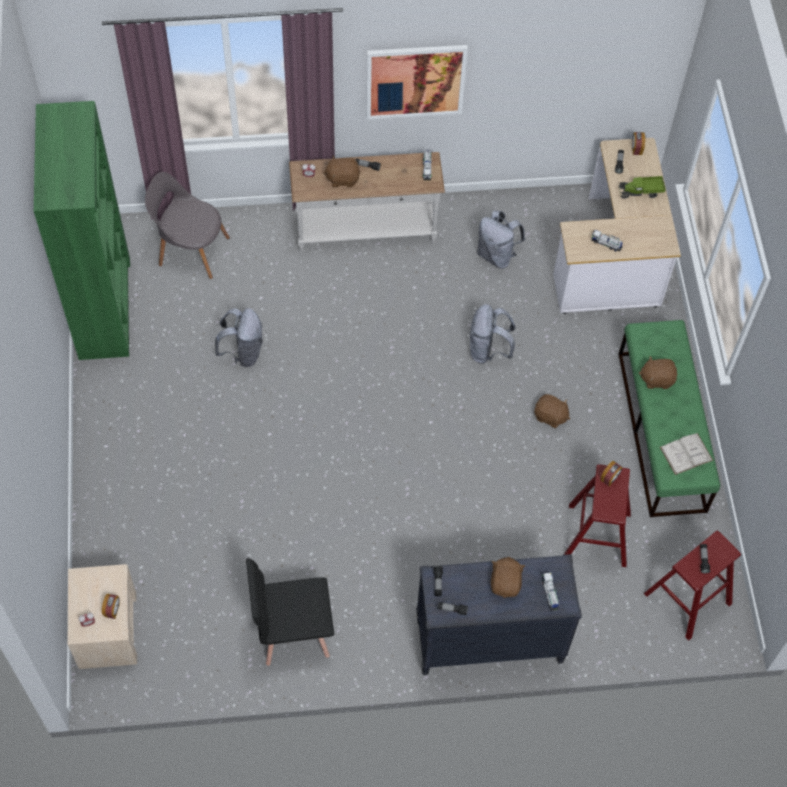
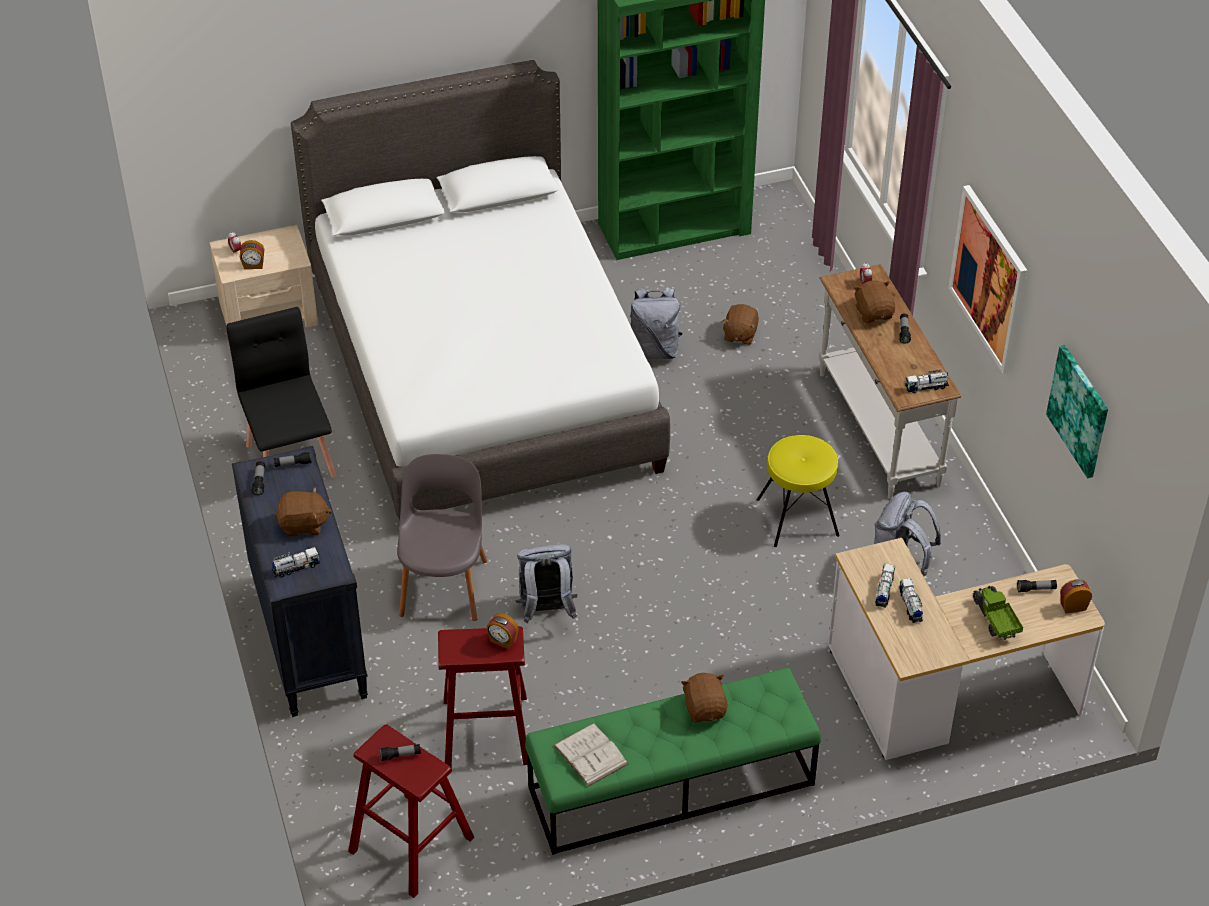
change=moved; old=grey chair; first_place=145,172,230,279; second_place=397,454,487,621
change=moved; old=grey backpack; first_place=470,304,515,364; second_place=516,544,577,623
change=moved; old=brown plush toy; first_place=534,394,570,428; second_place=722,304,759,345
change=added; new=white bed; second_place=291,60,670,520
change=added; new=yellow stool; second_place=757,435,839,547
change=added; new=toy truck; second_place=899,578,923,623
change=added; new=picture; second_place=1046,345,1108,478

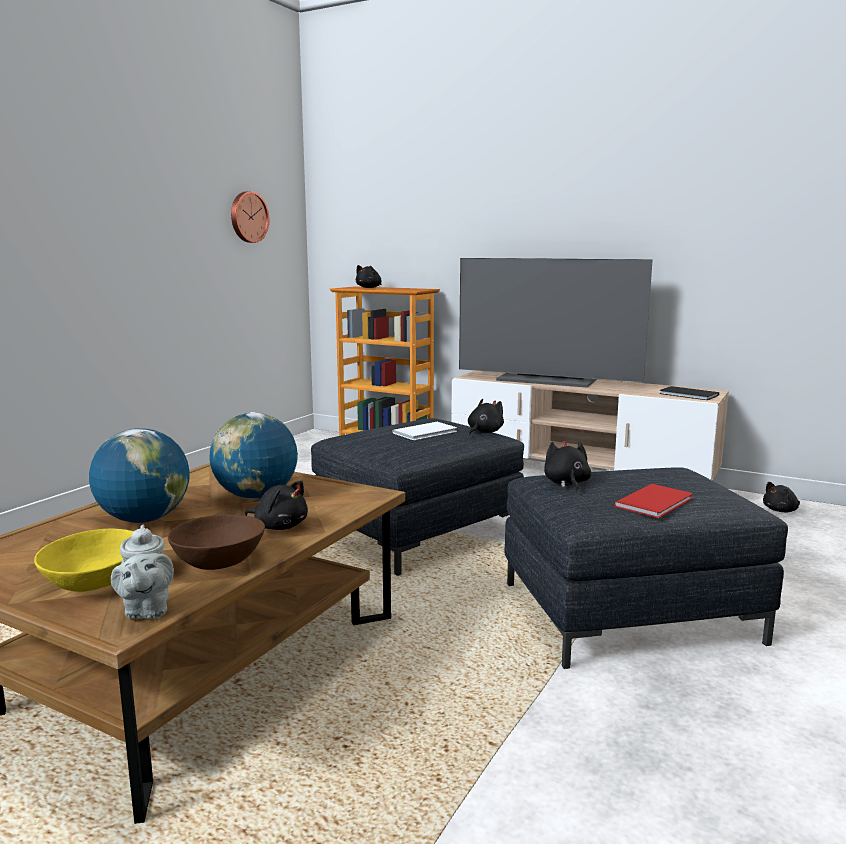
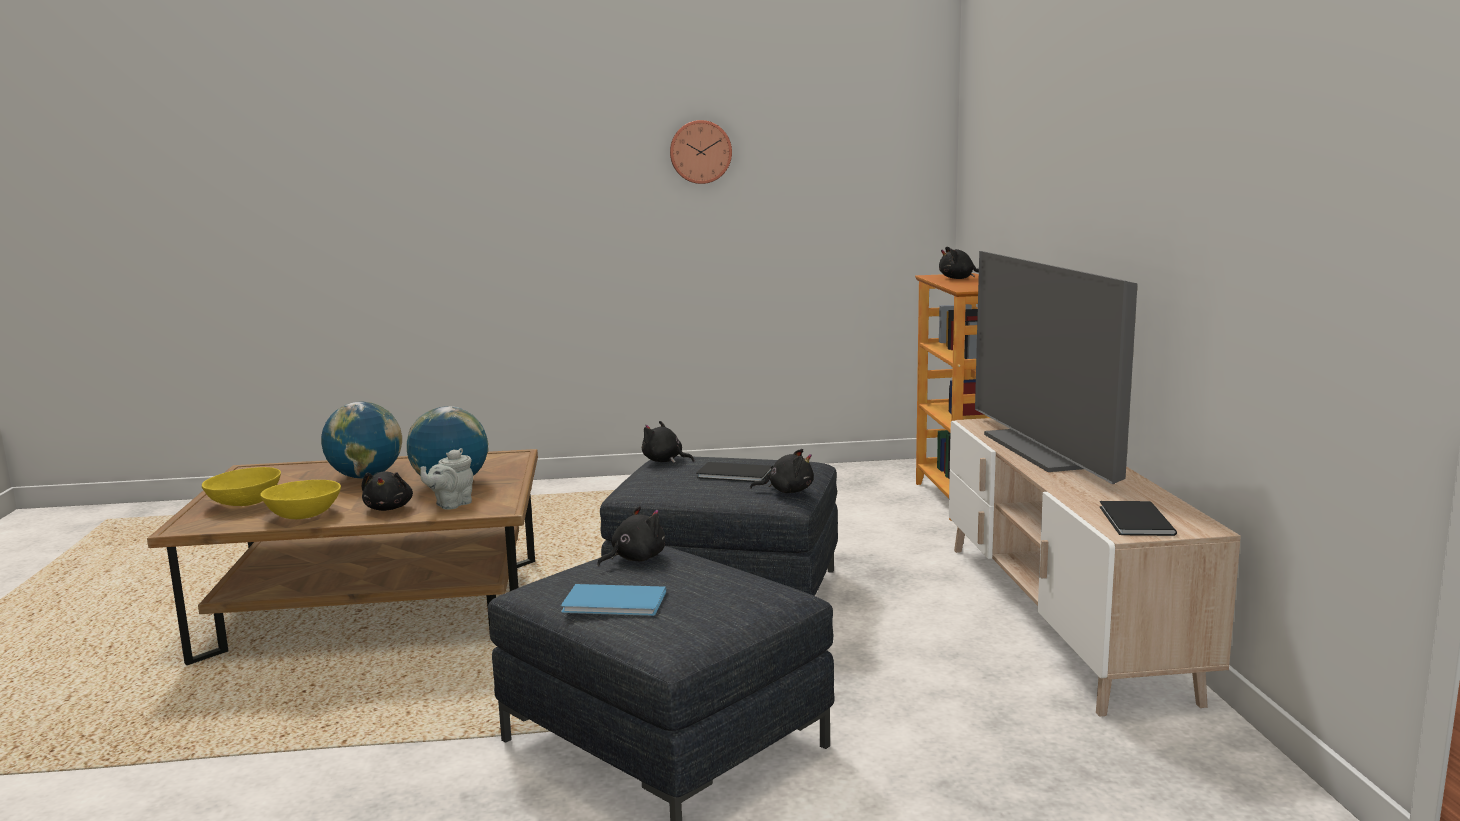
change=moved; old=grey teapot; first_place=111,525,174,619; second_place=421,448,473,510
change=recoloured; old=brown bowl; new=yellow bowl; first_place=168,515,265,570; second_place=260,480,341,519
change=moved; old=wall clock; first_place=231,191,269,243; second_place=670,120,732,184
change=recoloured; old=white book; new=black book; first_place=392,422,457,440; second_place=696,462,773,482
change=recoloured; old=red book; new=blue book; first_place=614,484,693,518; second_place=561,584,666,616
change=moved; old=black plush toy; first_place=763,482,800,512; second_place=642,421,694,463

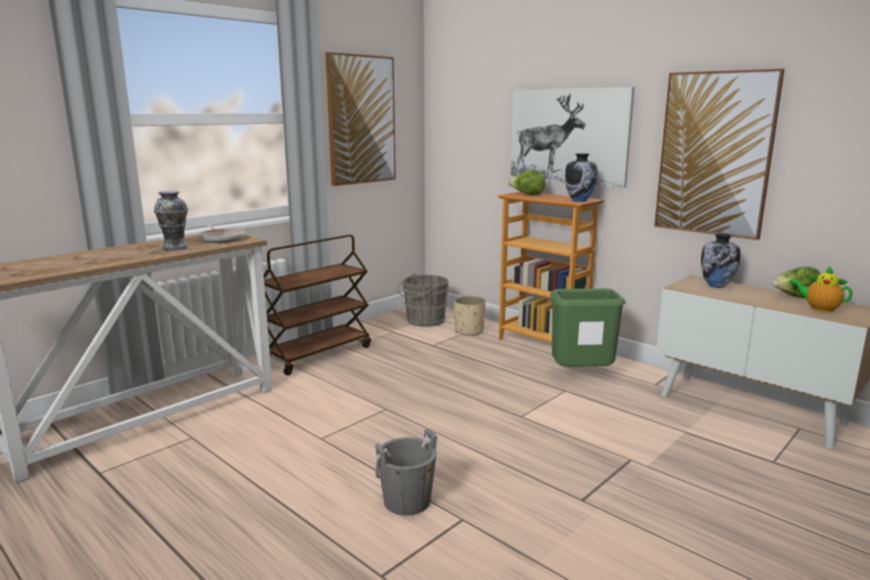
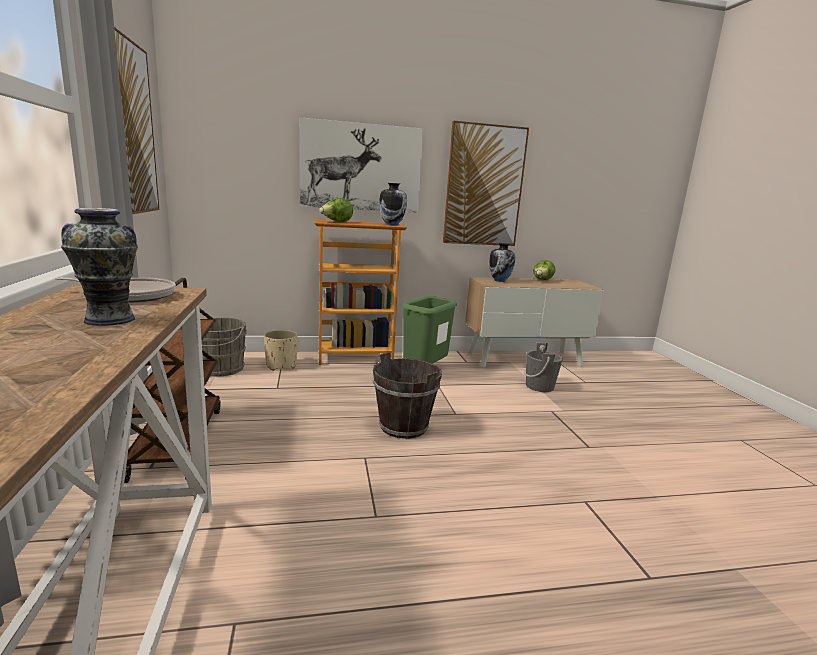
change=moved; old=grey bucket; first_place=375,428,437,516; second_place=524,342,563,392
change=removed; old=teapot; first_place=789,266,853,313
change=added; new=brown bucket; second_place=373,352,442,439

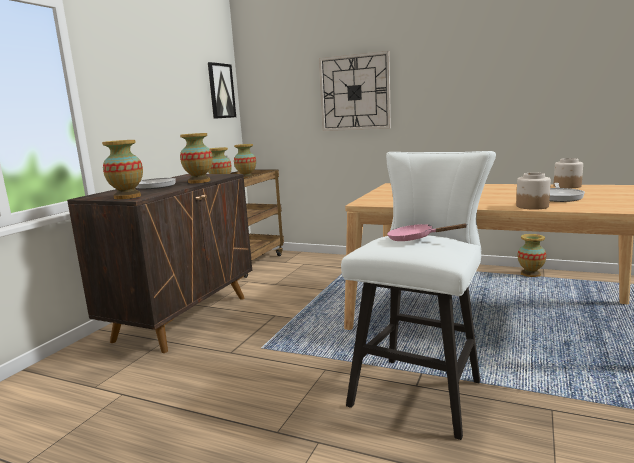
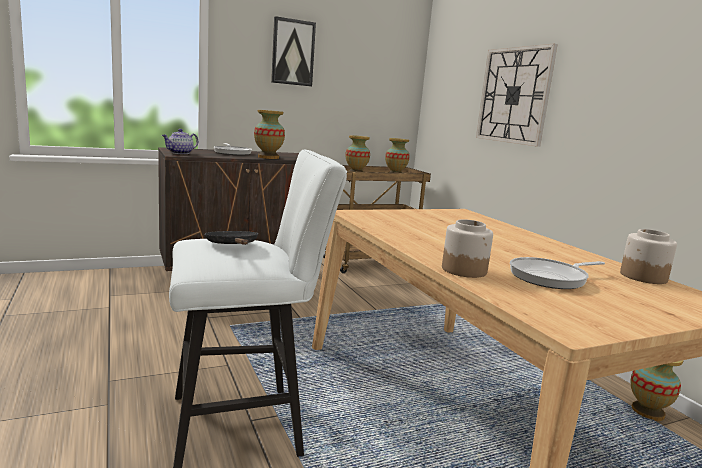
change=replaced; old=vase; new=teapot; first_place=102,140,143,199; second_place=162,129,198,154
change=moved; old=picture; first_place=208,62,236,119; second_place=271,16,316,86
change=recoloured; old=pink frying pan; new=black frying pan; first_place=387,224,468,241; second_place=204,231,259,245

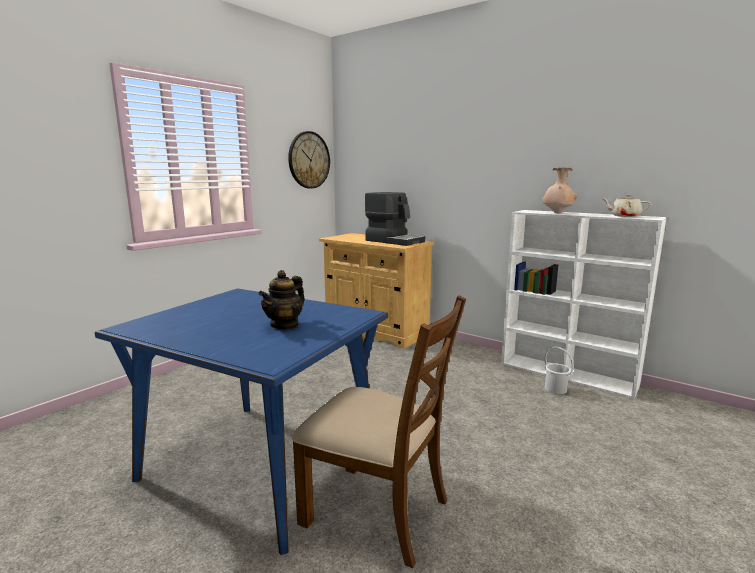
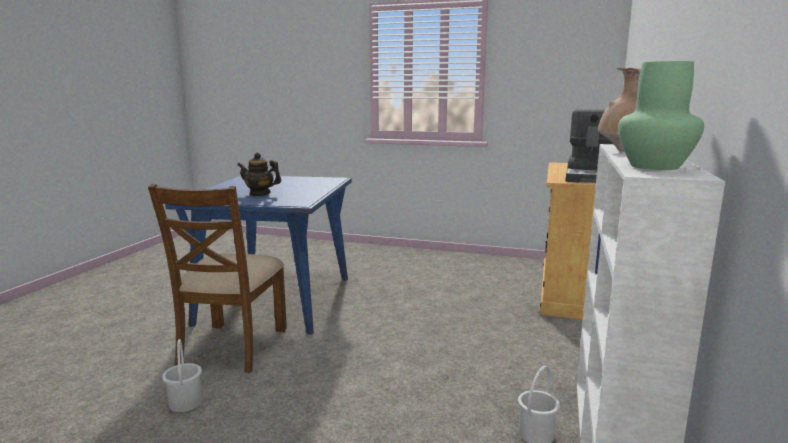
change=removed; old=wall clock; first_place=288,131,330,189
change=replaced; old=beige teapot; new=green vase; first_place=601,194,651,217; second_place=618,61,704,170
change=added; new=white bucket; second_place=162,340,202,412

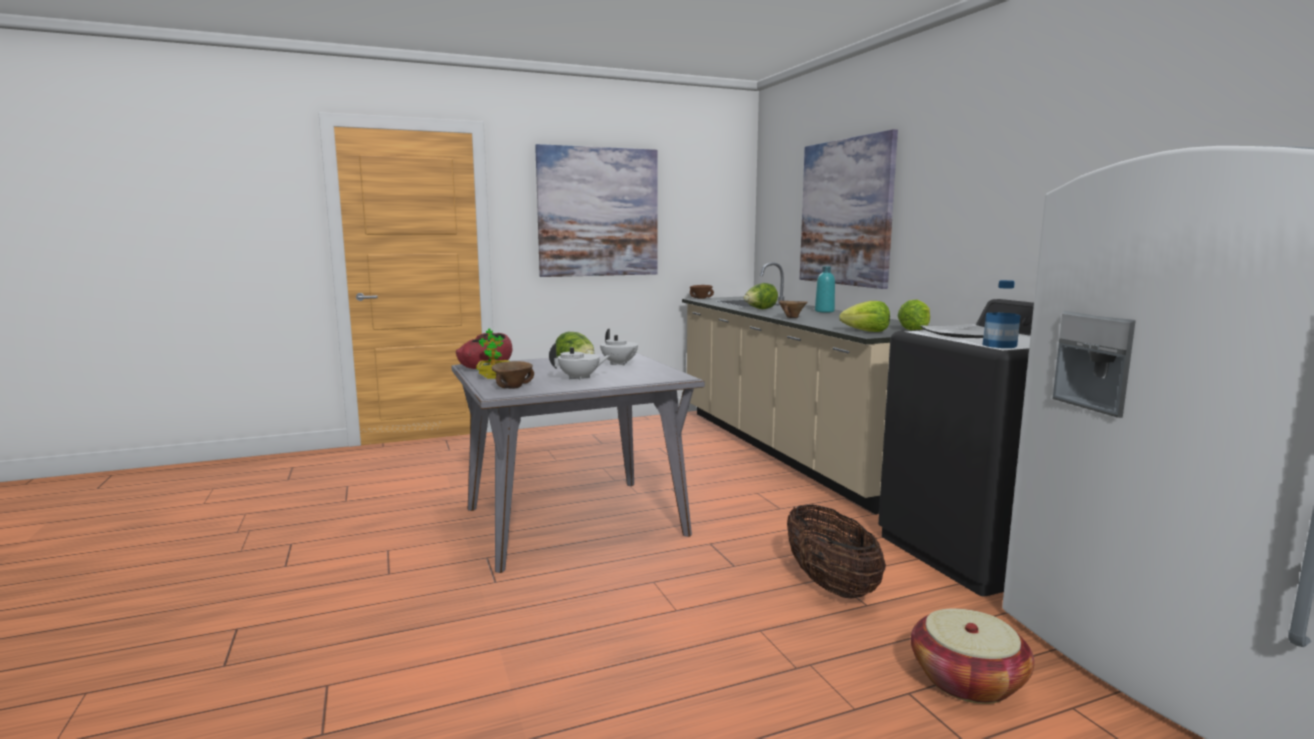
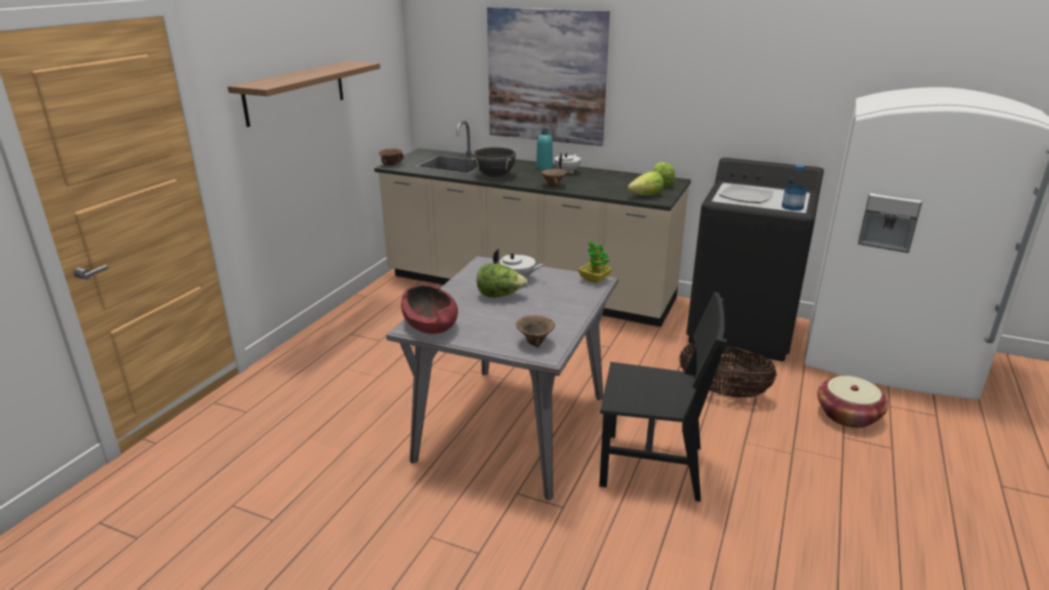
change=moved; old=potted plant; first_place=476,329,509,379; second_place=579,241,612,283
change=replaced; old=picture; new=shelf; first_place=535,144,658,277; second_place=228,61,380,127
change=moved; old=white teapot; first_place=549,343,611,381; second_place=554,152,581,173
change=replaced; old=lettuce; new=black cooking pot; first_place=743,283,778,309; second_place=472,147,516,177
change=added; new=black chair; second_place=599,292,727,502

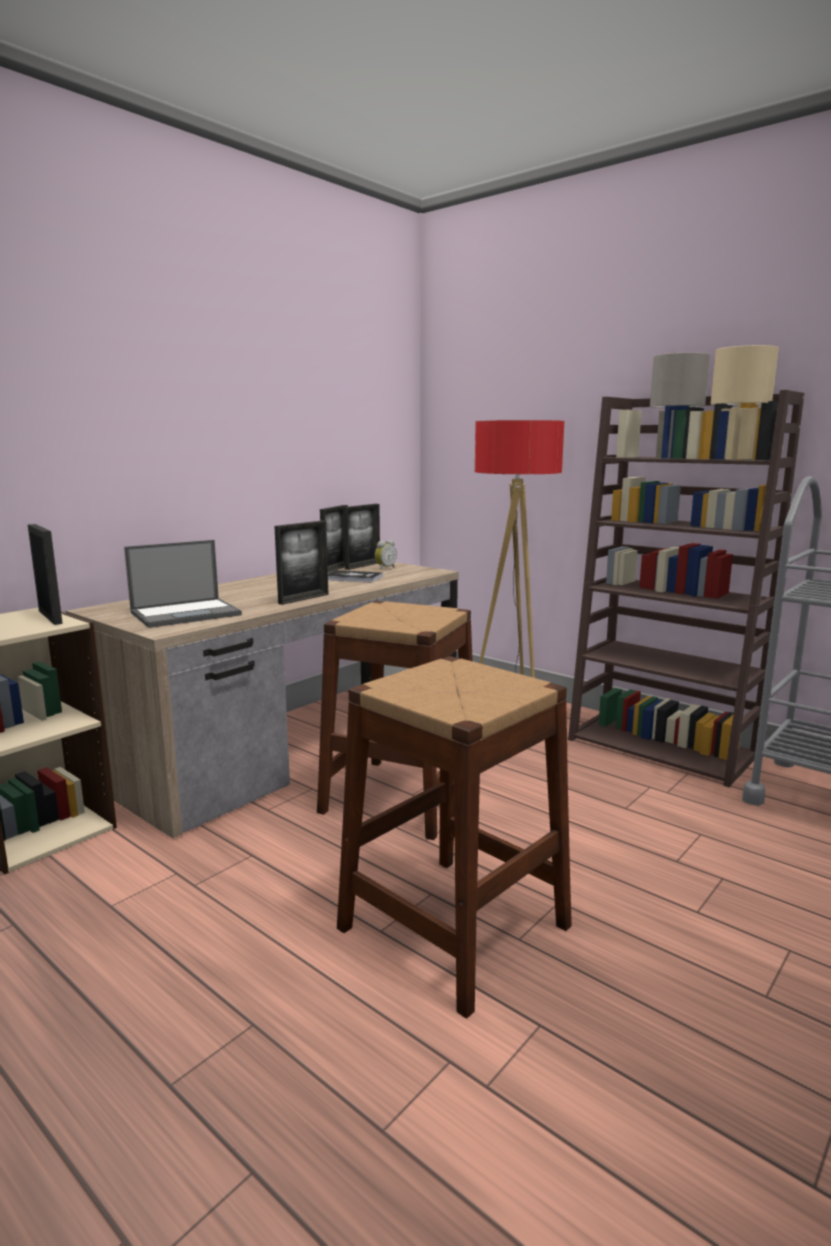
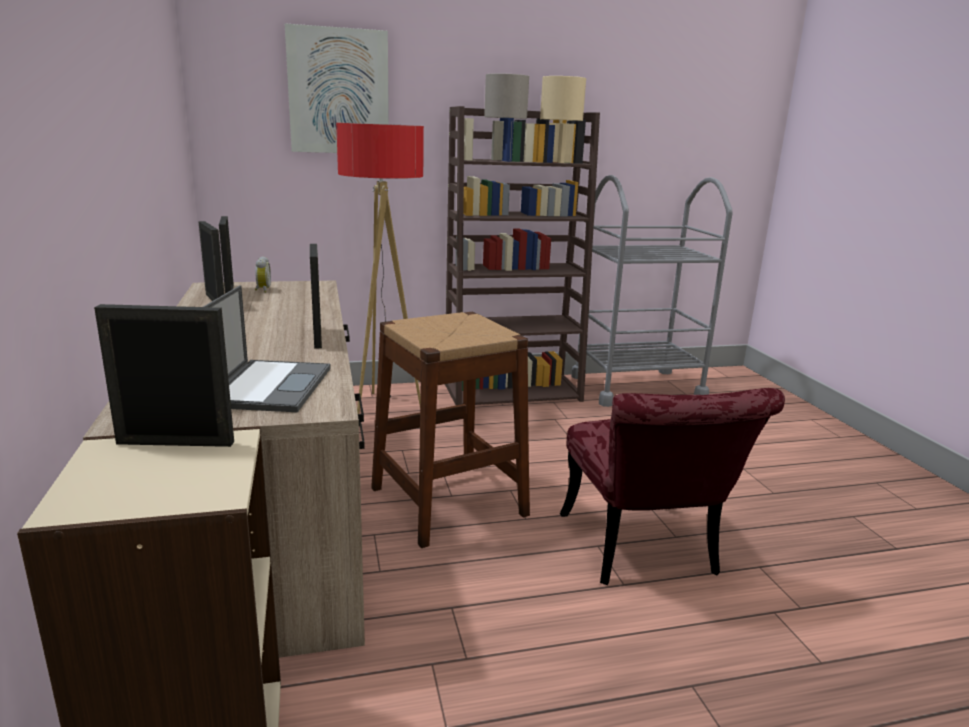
change=removed; old=book; first_place=328,570,383,583
change=replaced; old=brown stool; new=red chair; first_place=337,656,572,1018; second_place=560,388,785,585
change=added; new=picture; second_place=285,23,389,153

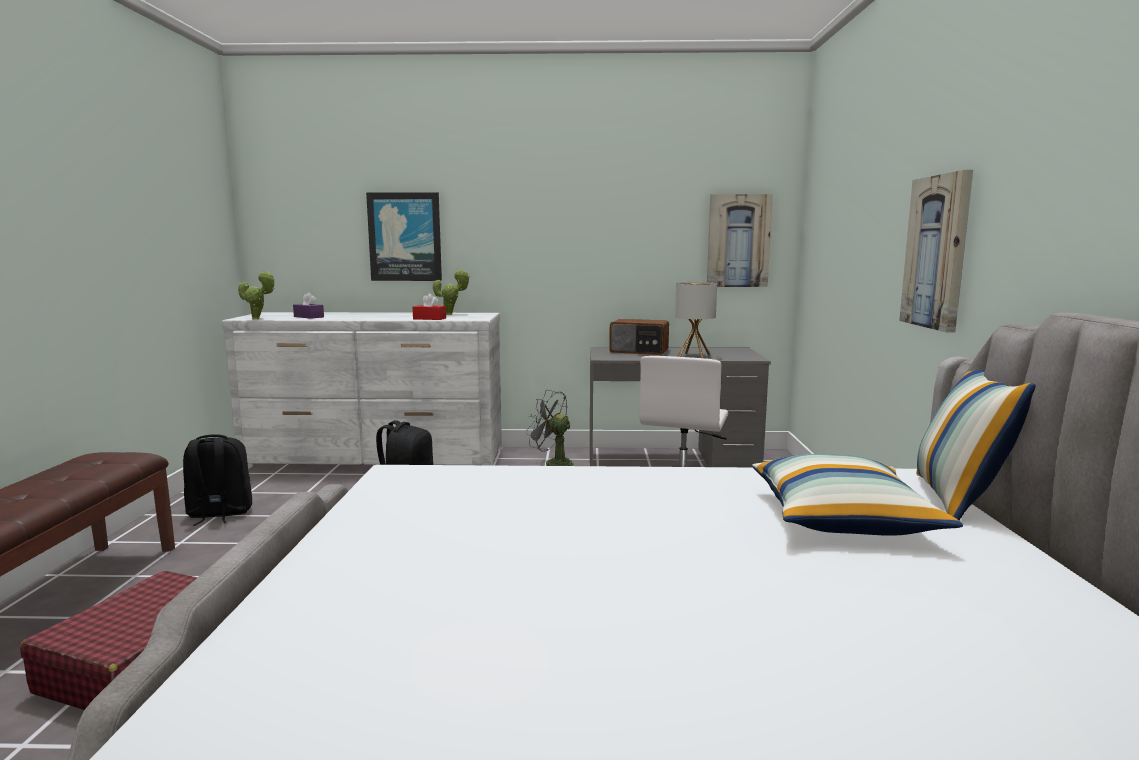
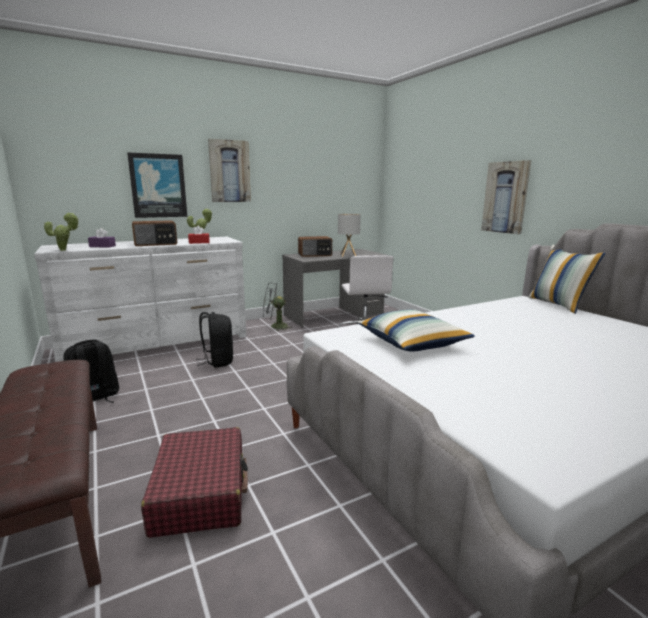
change=moved; old=picture; first_place=707,194,773,287; second_place=208,139,251,202
change=moved; old=pillow; first_place=752,454,963,536; second_place=358,310,475,352
change=added; new=radio; second_place=132,220,177,246

